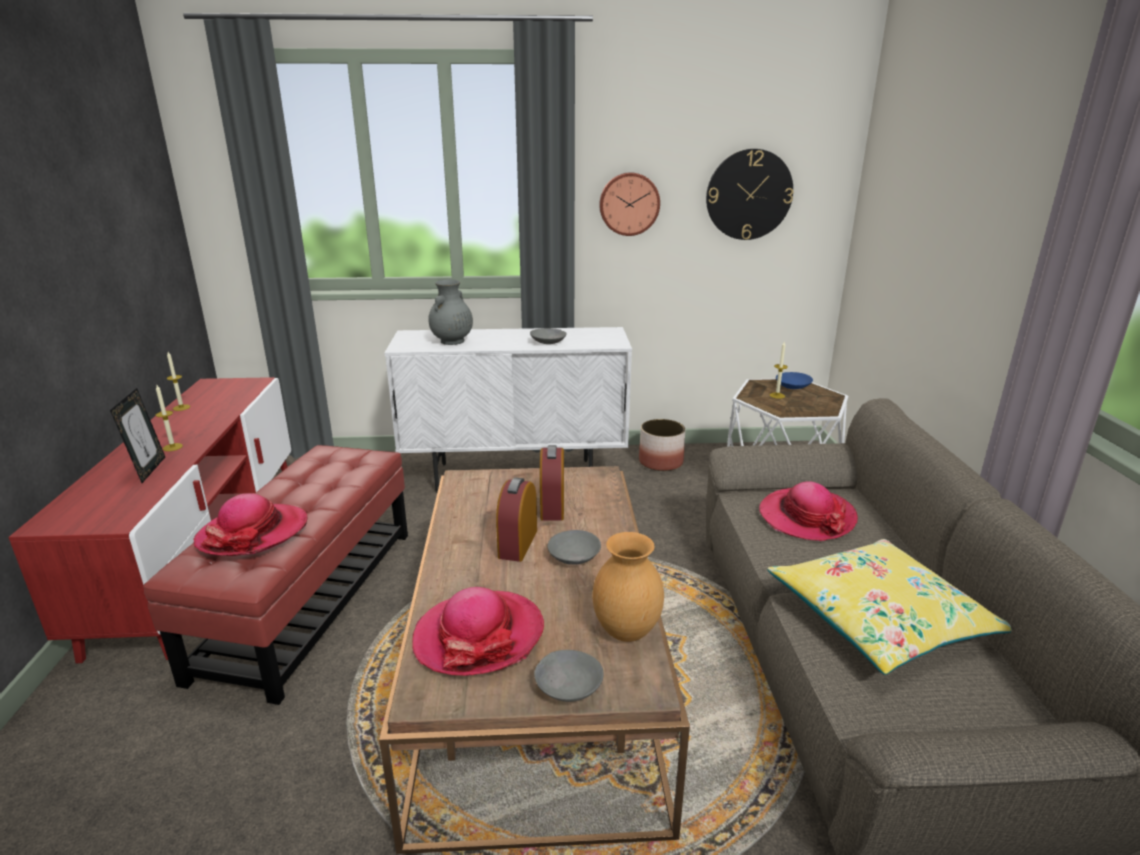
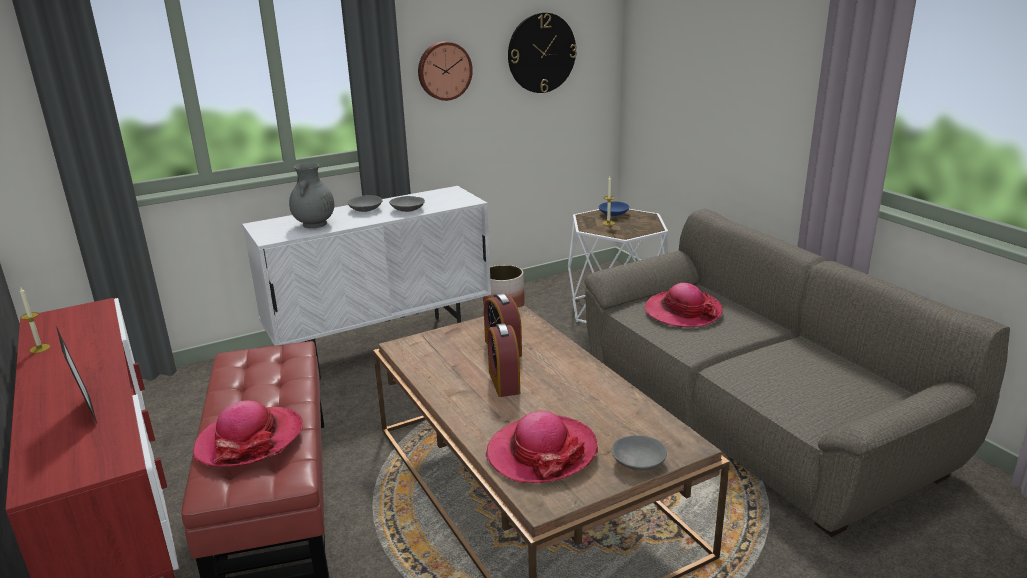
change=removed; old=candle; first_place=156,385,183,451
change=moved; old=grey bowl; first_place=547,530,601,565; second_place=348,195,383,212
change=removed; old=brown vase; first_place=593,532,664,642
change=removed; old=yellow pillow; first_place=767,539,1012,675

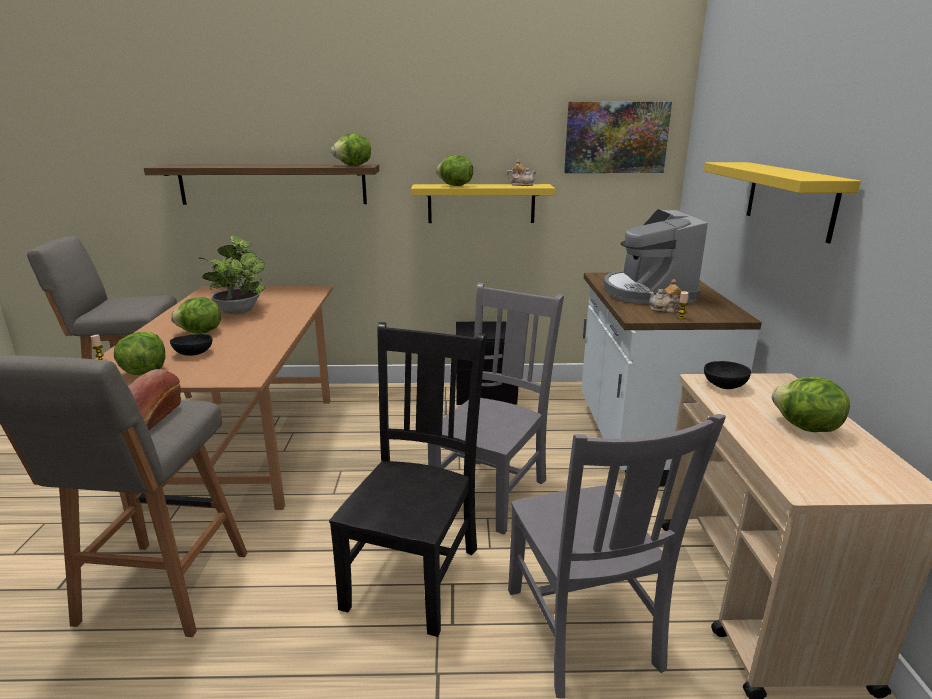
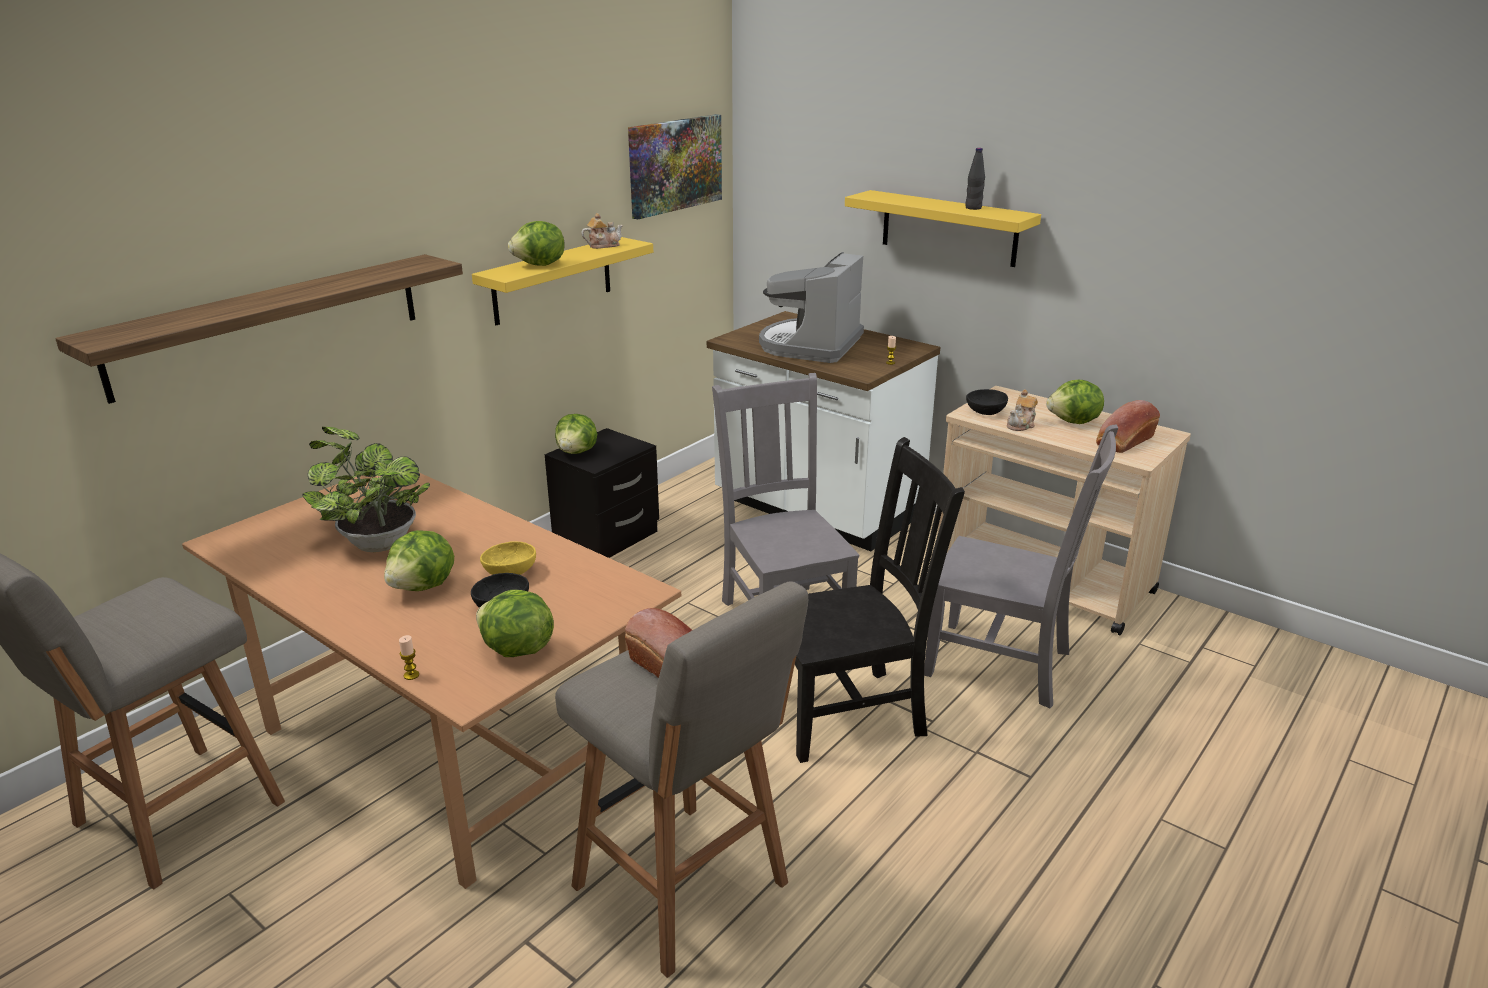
change=turned; old=black chair; first_place=329,322,487,637; second_place=795,437,965,763; degrees=105
change=moved; old=lettuce; first_place=331,133,371,166; second_place=555,414,597,454
change=turned; old=coffee machine; first_place=604,209,708,304; second_place=759,252,864,363; degrees=75
change=moved; old=teapot; first_place=648,279,689,313; second_place=1007,389,1038,431
change=added; new=yellow bowl; second_place=480,541,536,575
change=added; new=black bottle; second_place=966,148,985,210
change=added; new=bread; second_place=1096,400,1160,453

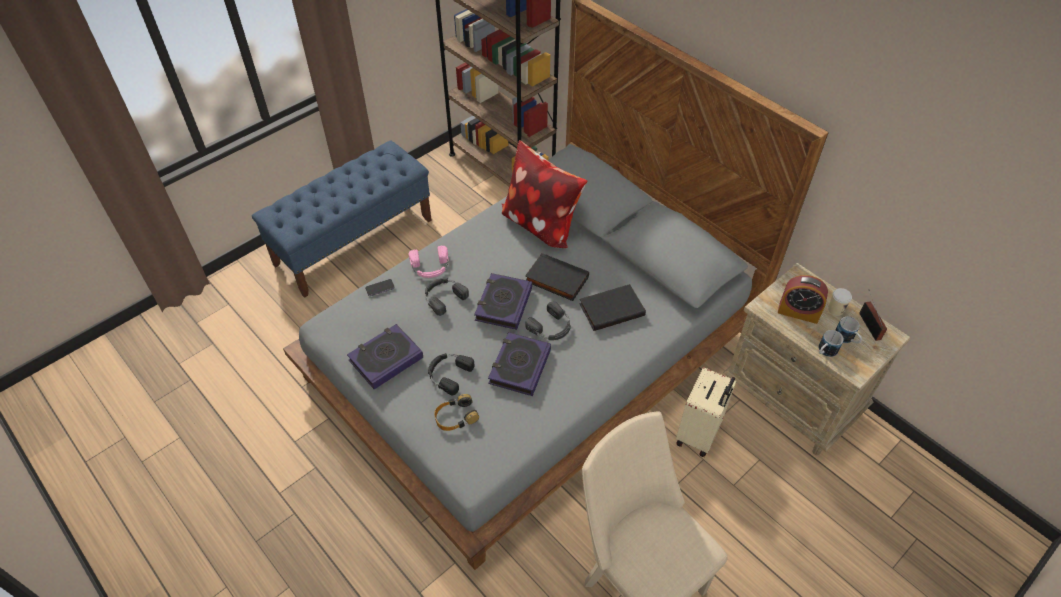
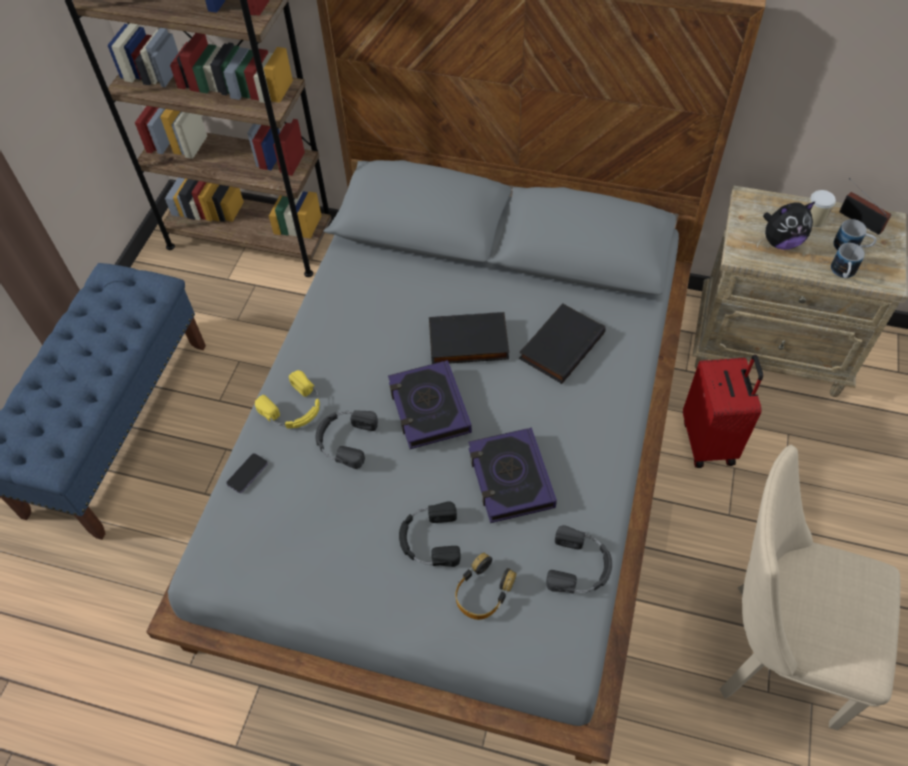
change=removed; old=book; first_place=347,324,423,389
change=recoloured; old=pink headphones; new=yellow headphones; first_place=409,246,449,278; second_place=255,370,320,428
change=removed; old=pillow; first_place=502,140,588,248
change=moved; old=black headphones; first_place=526,301,571,340; second_place=546,525,612,594
change=recoloured; old=beige suitcase; new=red suitcase; first_place=676,367,736,457; second_place=683,355,763,468
change=replaced; old=alarm clock; new=plush toy; first_place=778,275,828,324; second_place=763,201,816,250

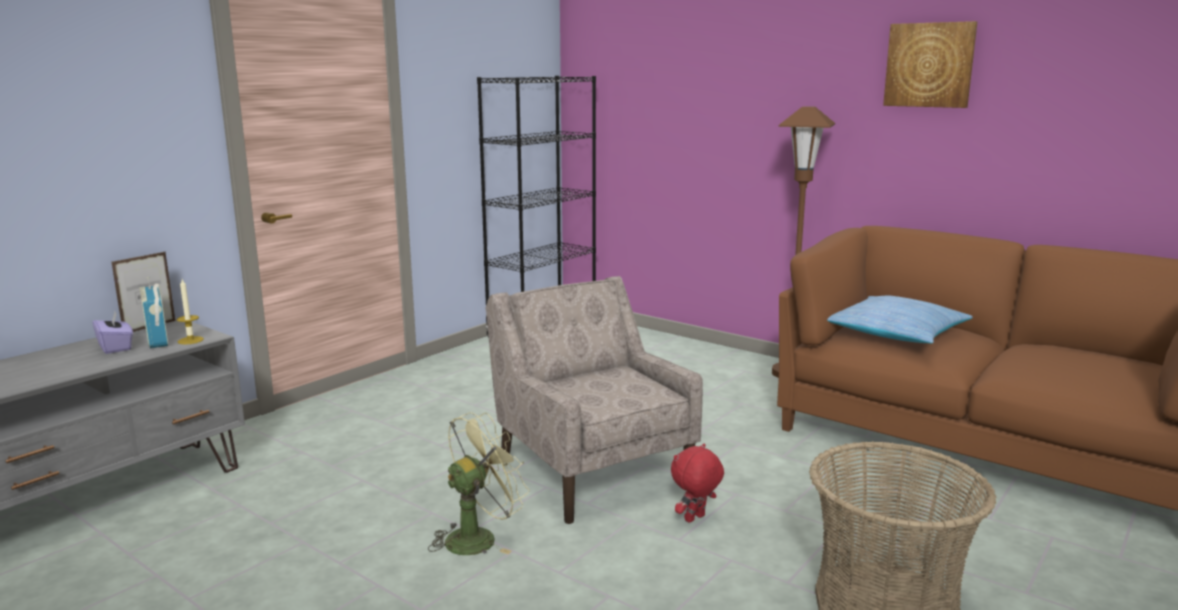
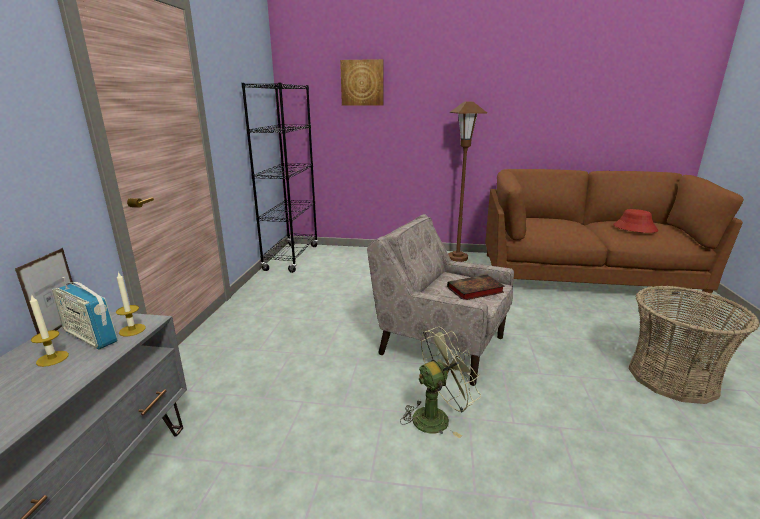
change=replaced; old=purple tissue box; new=candle; first_place=93,311,133,354; second_place=30,294,69,367
change=turned; old=green fan; first_place=428,412,530,555; second_place=400,326,481,438; degrees=45
change=removed; old=red plush toy; first_place=671,443,724,523
change=removed; old=pillow; first_place=827,296,973,343
change=moved; old=picture; first_place=883,21,977,108; second_place=340,59,384,106
change=added; new=book; second_place=447,274,505,300
change=added; new=red hat; second_place=613,209,658,233

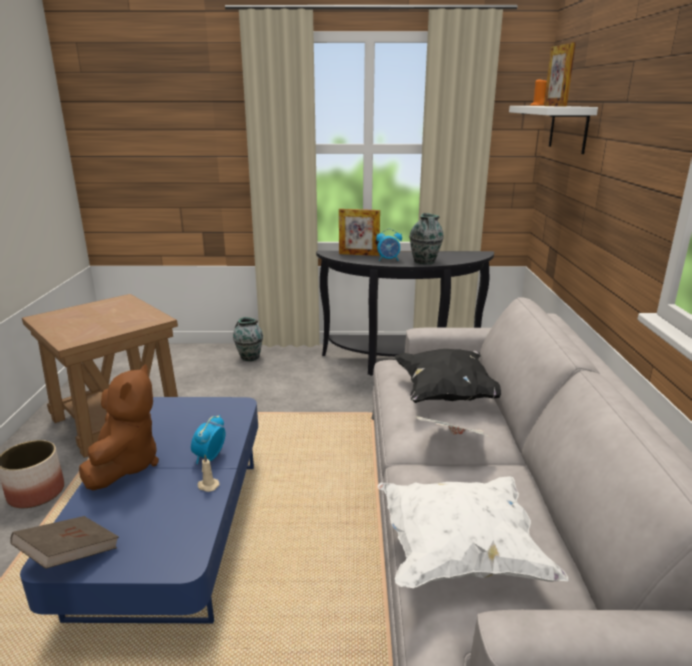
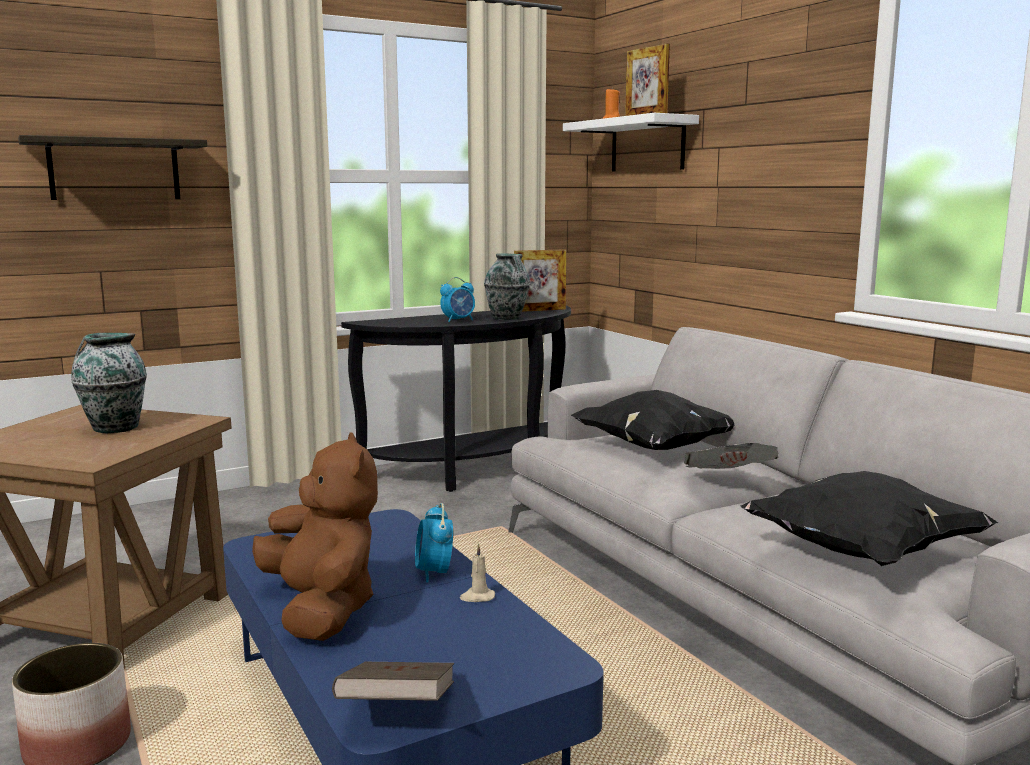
change=moved; old=vase; first_place=233,317,263,361; second_place=71,333,147,433
change=moved; old=picture frame; first_place=339,209,380,256; second_place=514,249,566,312
change=recoloured; old=white pillow; new=black pillow; first_place=377,476,568,588; second_place=740,471,999,566
change=added; new=shelf; second_place=18,135,207,200

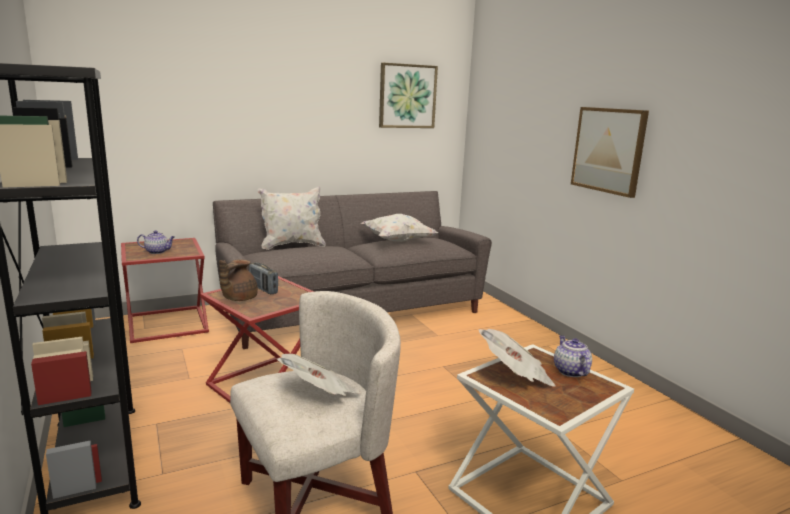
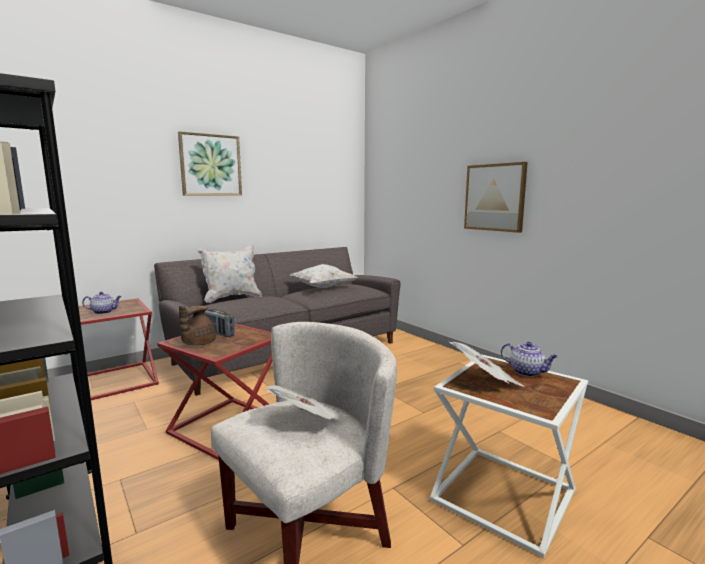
change=moved; old=picture; first_place=379,63,438,128; second_place=178,131,242,196
change=turned; old=teapot; first_place=554,335,592,377; second_place=501,342,558,377; degrees=150

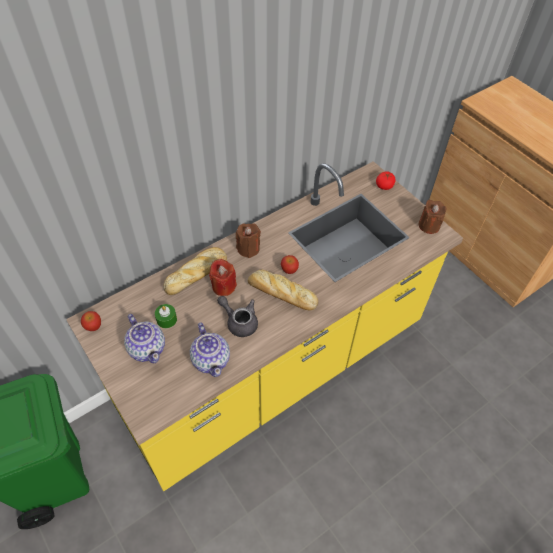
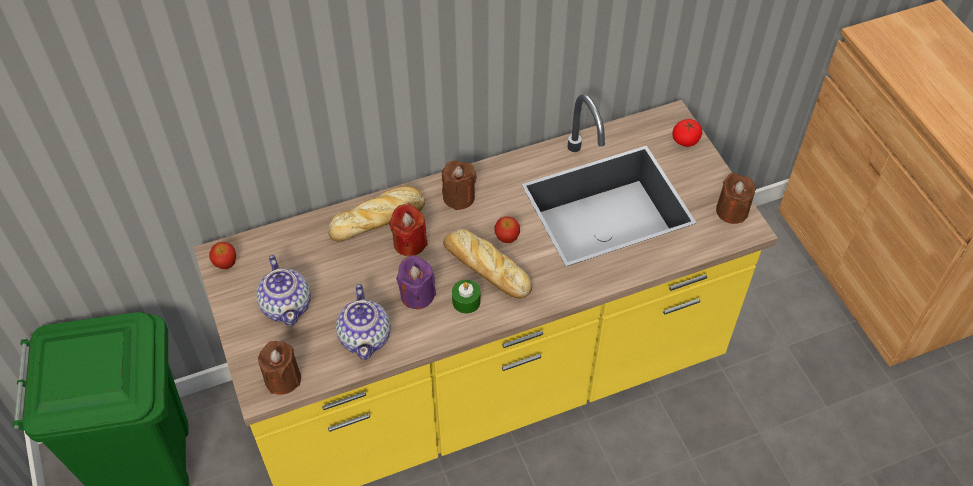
change=moved; old=green candle; first_place=155,304,177,328; second_place=452,280,481,314
change=replaced; old=grey teapot; new=purple candle; first_place=217,296,258,337; second_place=396,255,436,309
change=added; new=brown candle; second_place=258,341,301,395

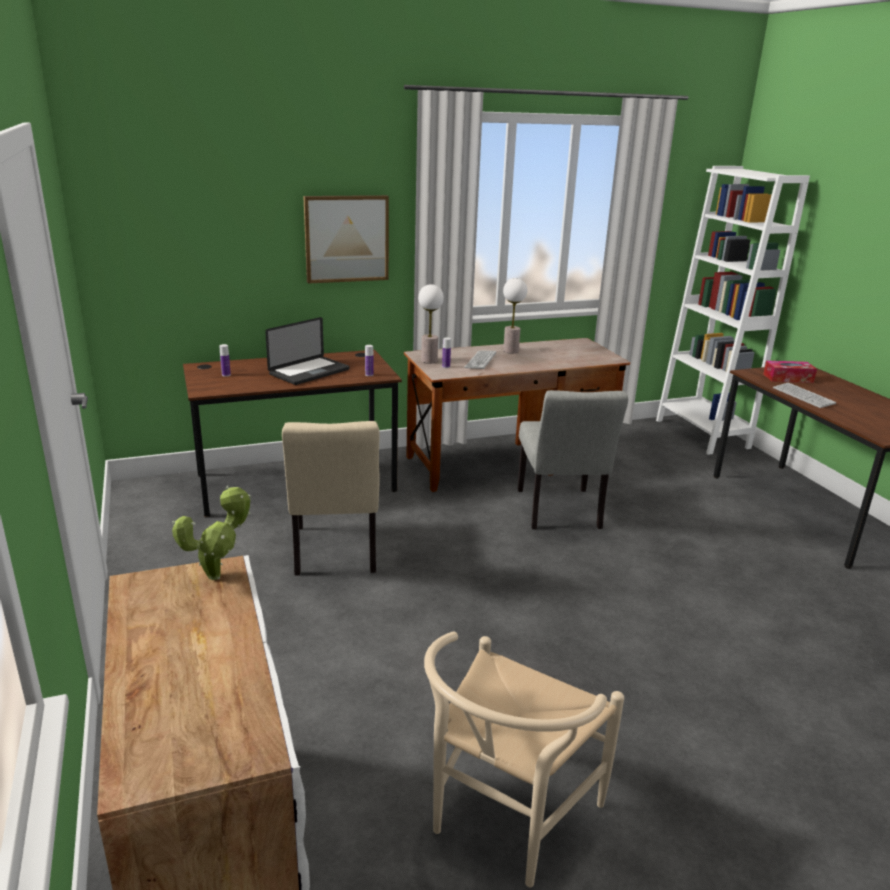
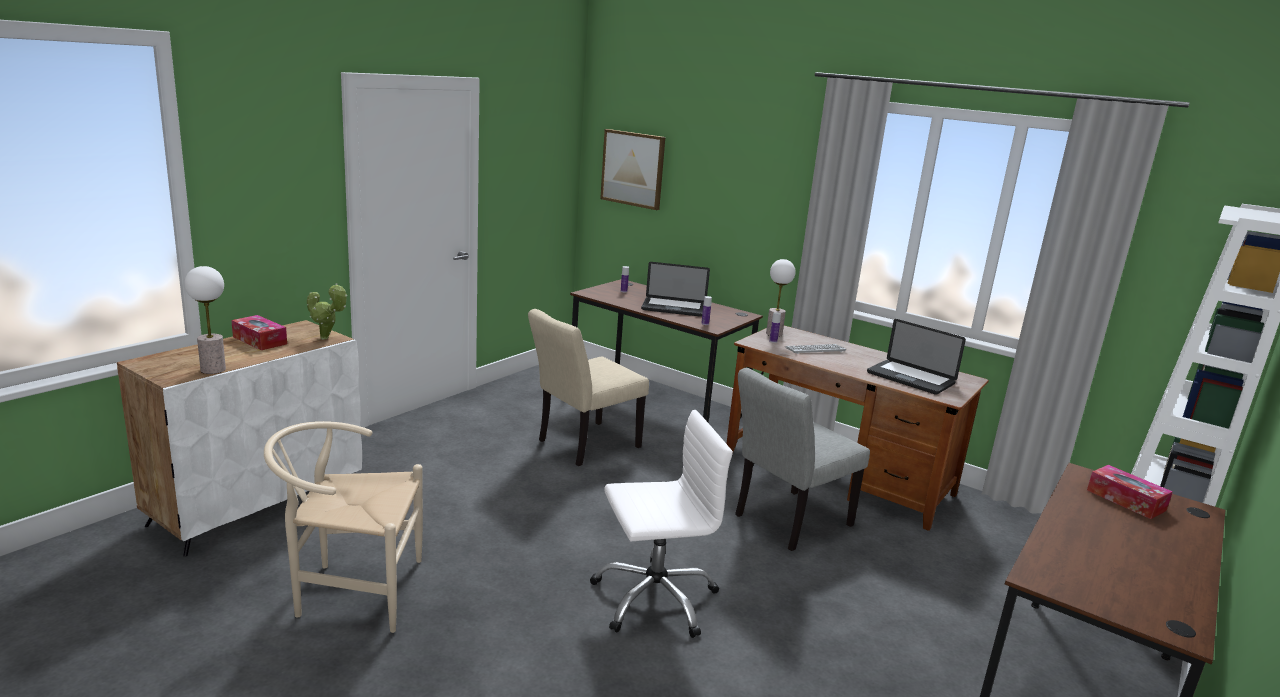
change=moved; old=picture; first_place=303,195,389,284; second_place=600,129,665,210
change=moved; old=table lamp; first_place=503,278,527,353; second_place=184,266,226,374
change=removed; old=keyboard; first_place=773,383,836,408
change=added; new=tissue box; second_place=231,315,287,350
change=added; new=white office chair; second_place=590,410,733,638
change=added; new=laptop; second_place=867,319,966,395

